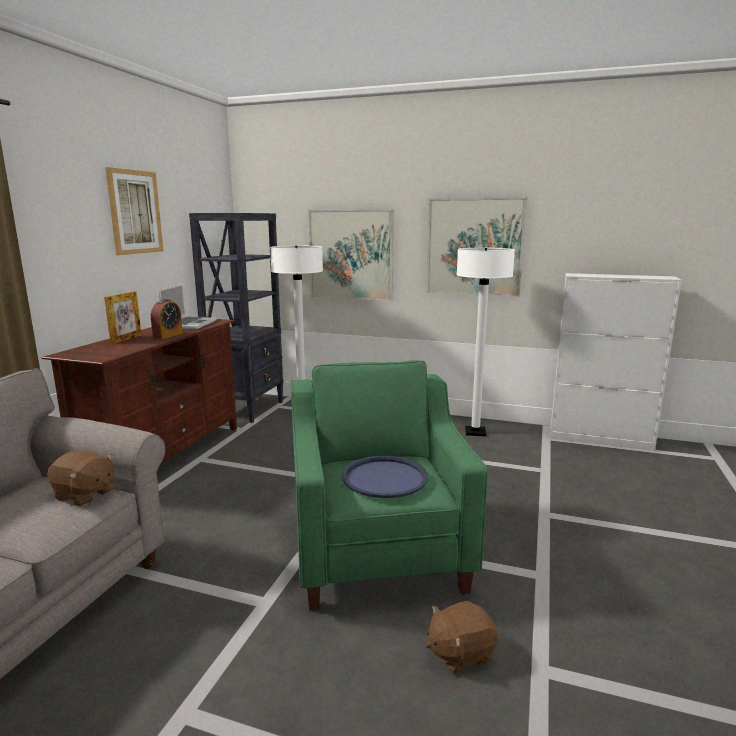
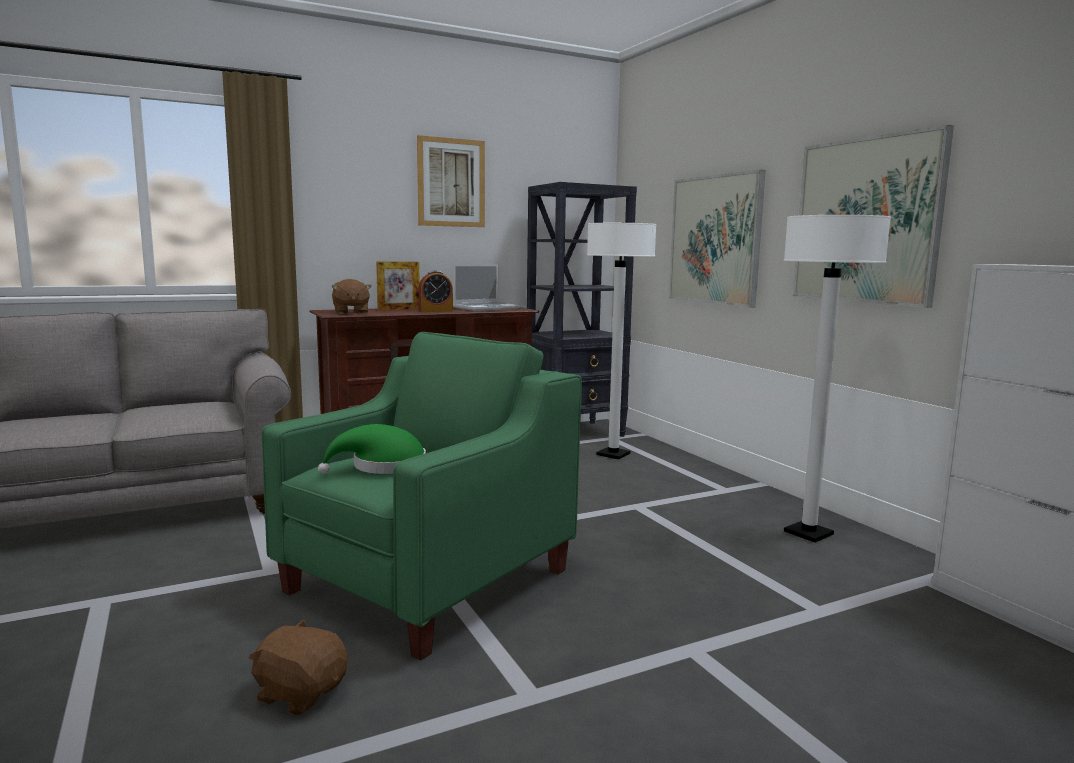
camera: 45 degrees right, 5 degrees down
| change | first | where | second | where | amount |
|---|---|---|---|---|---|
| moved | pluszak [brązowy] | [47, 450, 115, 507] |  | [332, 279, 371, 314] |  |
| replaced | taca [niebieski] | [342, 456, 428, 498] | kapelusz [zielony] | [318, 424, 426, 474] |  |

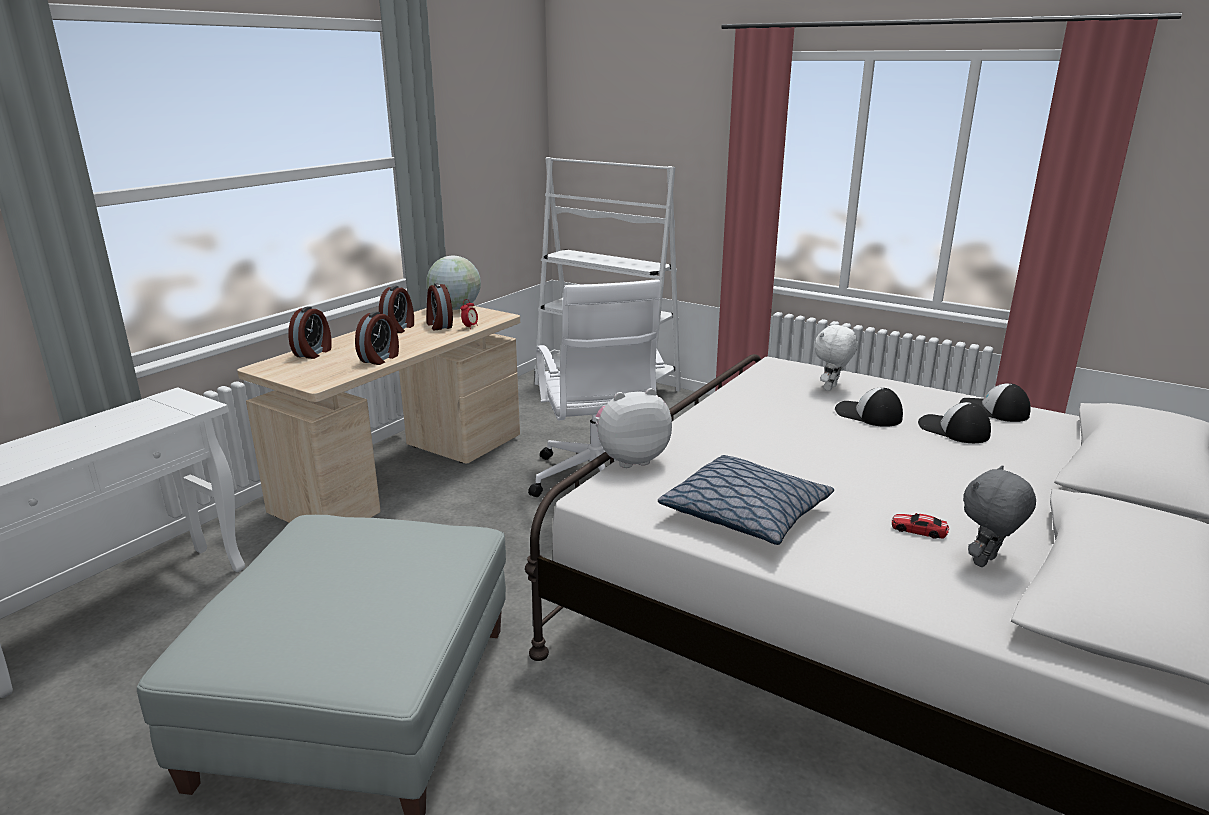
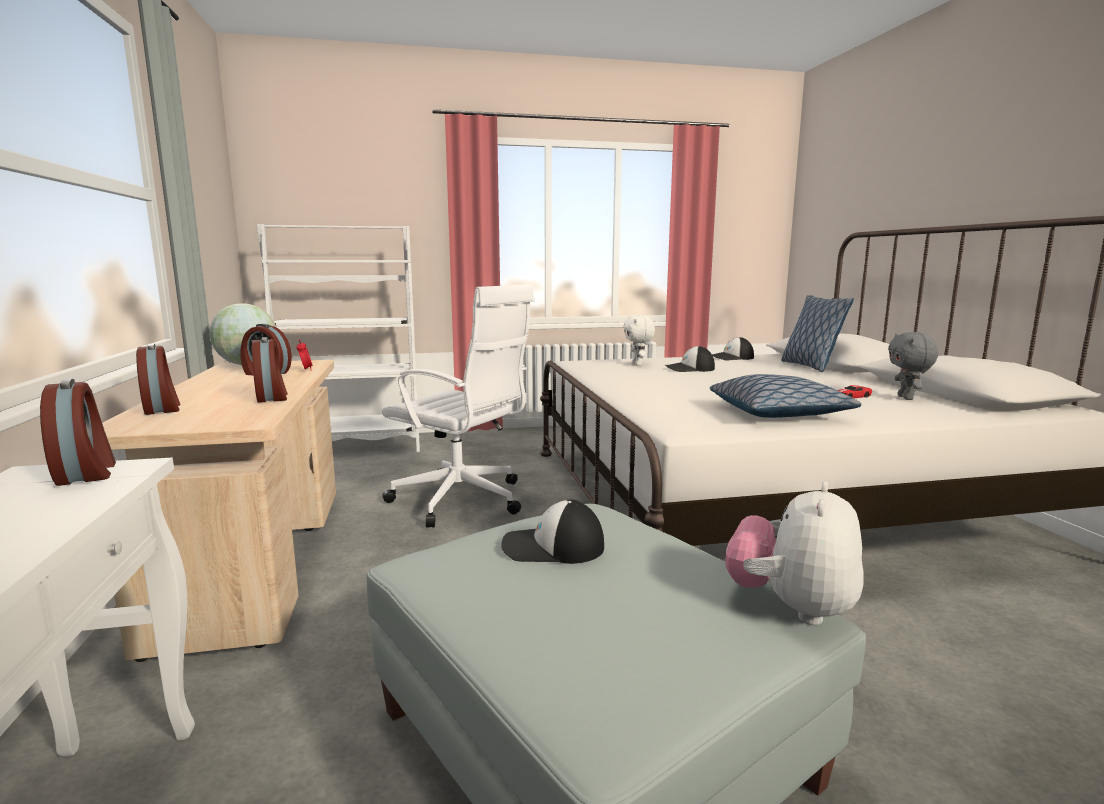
camera: 45 degrees left, 10 degrees down
| change | first | where | second | where | amount |
|---|---|---|---|---|---|
| moved | budzik | [379, 286, 414, 333] |  | [40, 379, 116, 486] |  |
| moved | pluszak | [595, 388, 672, 468] |  | [726, 482, 864, 625] |  |
| moved | czapka z daszkiem | [918, 402, 991, 443] |  | [501, 500, 604, 564] |  |
| added |  |  | poduszka | [781, 295, 854, 372] |  |

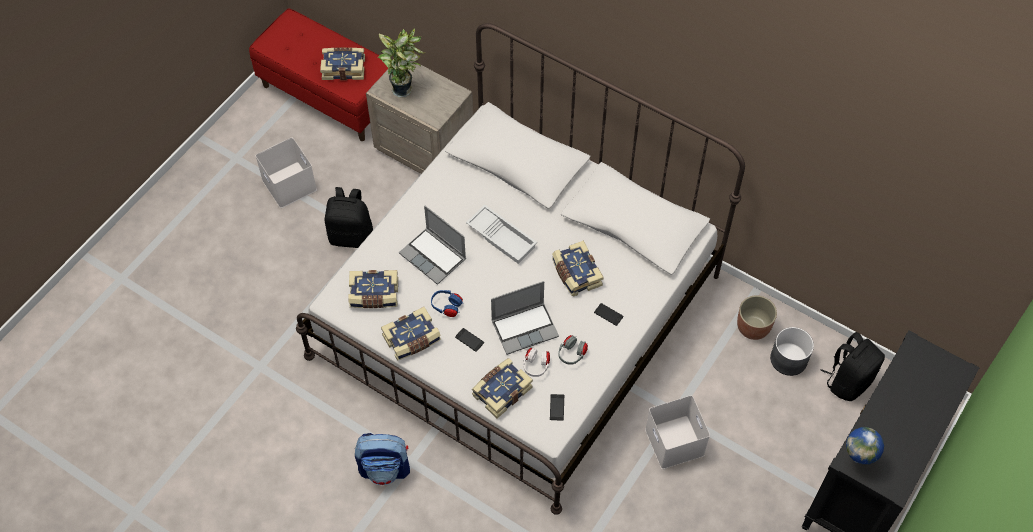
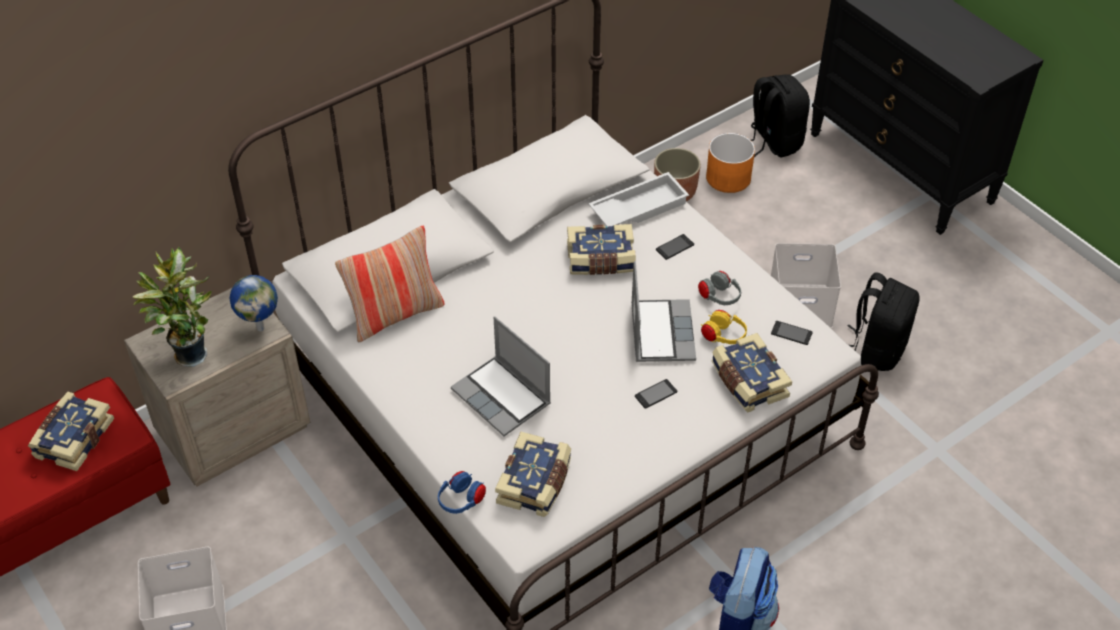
camera: 70 degrees left, 10 degrees down
| change | first | where | second | where | amount |
|---|---|---|---|---|---|
| moved | plecak [czarny] | [324, 187, 373, 248] |  | [847, 272, 920, 371] |  |
| removed | książka | [381, 307, 441, 361] |  |  |  |
| turned | laptop | [399, 205, 466, 285] |  | [451, 316, 551, 436] | 75 degrees clockwise |
| moved | słuchawki [niebieski] | [431, 290, 464, 317] |  | [438, 471, 486, 514] |  |
| moved | taca [biały] | [466, 205, 537, 264] |  | [588, 172, 689, 226] |  |
| recoloured | słuchawki [biały] | [523, 347, 550, 377] | słuchawki [żółty] | [701, 310, 747, 344] |  |
| recoloured | donica [szary] | [770, 327, 814, 376] | donica [pomarańczowy] | [706, 133, 755, 193] |  |
| moved | globus | [846, 427, 884, 464] |  | [230, 275, 278, 331] |  |
| added |  |  | poduszka | [335, 226, 445, 342] |  |

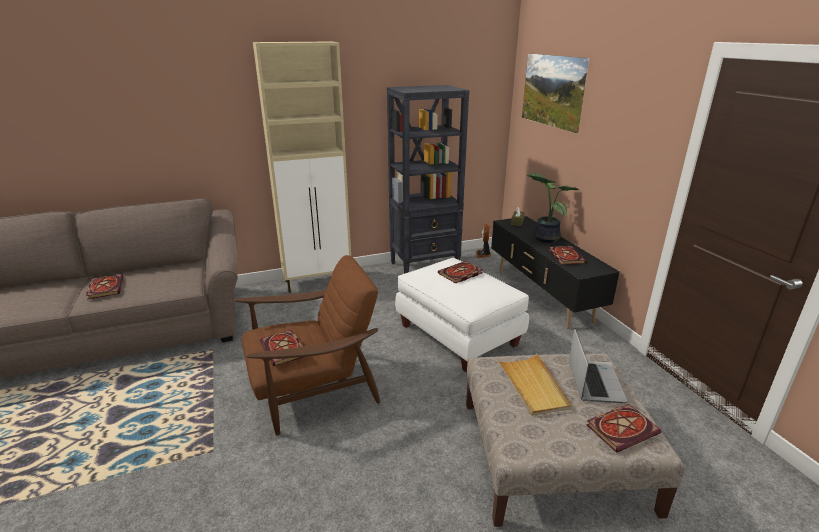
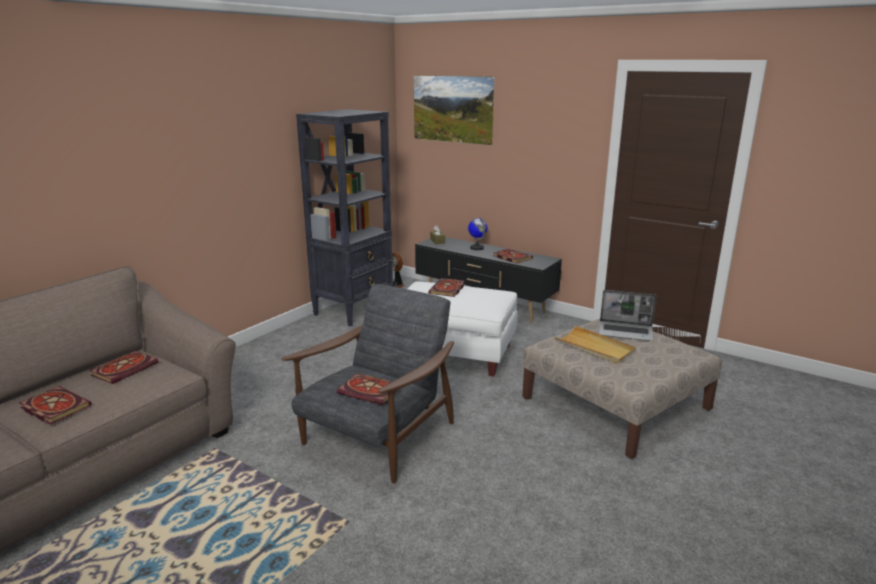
camera: 35 degrees left, 5 degrees down
| change | first | where | second | where | amount |
|---|---|---|---|---|---|
| recoloured | fotel [brązowy] | [234, 255, 380, 436] | fotel [szary] | [281, 284, 454, 483] |  |
| removed | szafka [beżowy] | [253, 42, 351, 293] |  |  |  |
| replaced | roślina doniczkowa | [526, 173, 579, 243] | globus | [468, 217, 488, 250] |  |
| turned | laptop | [569, 328, 628, 403] |  | [599, 290, 656, 341] | 135 degrees clockwise |
| moved | książka | [586, 404, 662, 453] |  | [89, 351, 159, 384] |  |

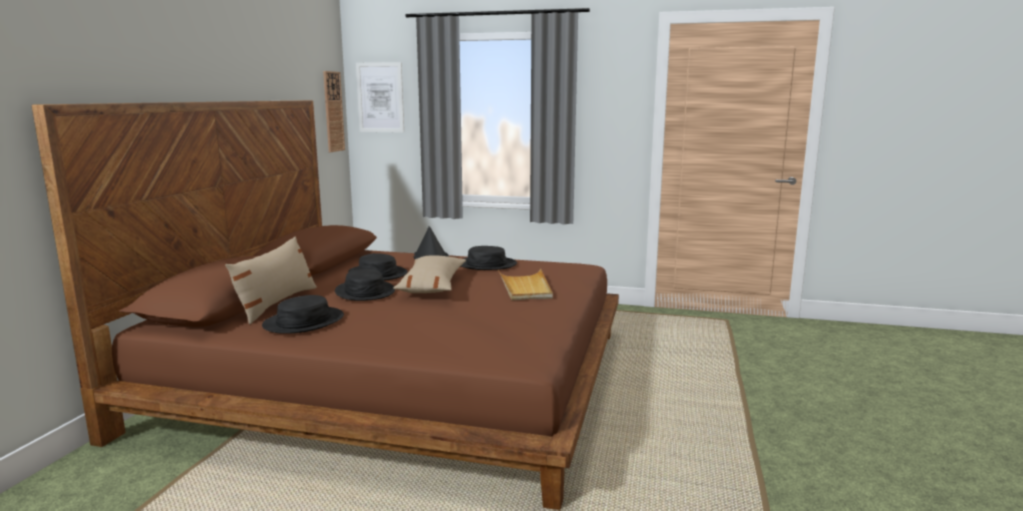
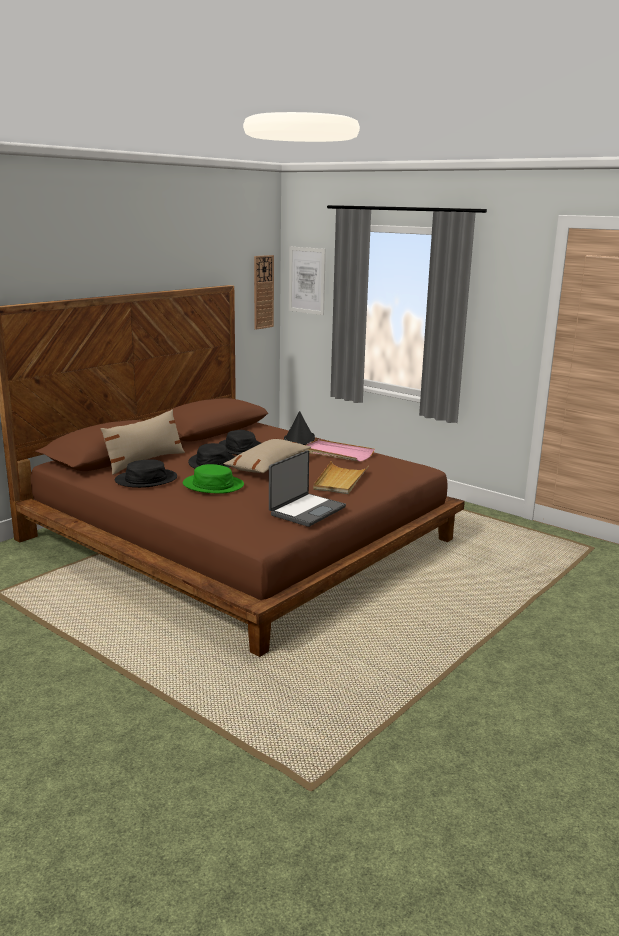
camera: 25 degrees right, 5 degrees up
| change | first | where | second | where | amount |
|---|---|---|---|---|---|
| replaced | kapelusz [czarny] | [461, 246, 517, 270] | taca [różowy] | [303, 439, 375, 462] |  |
| added |  |  | kapelusz [zielony] | [183, 464, 244, 494] |  |
| added |  |  | laptop | [269, 450, 346, 527] |  |

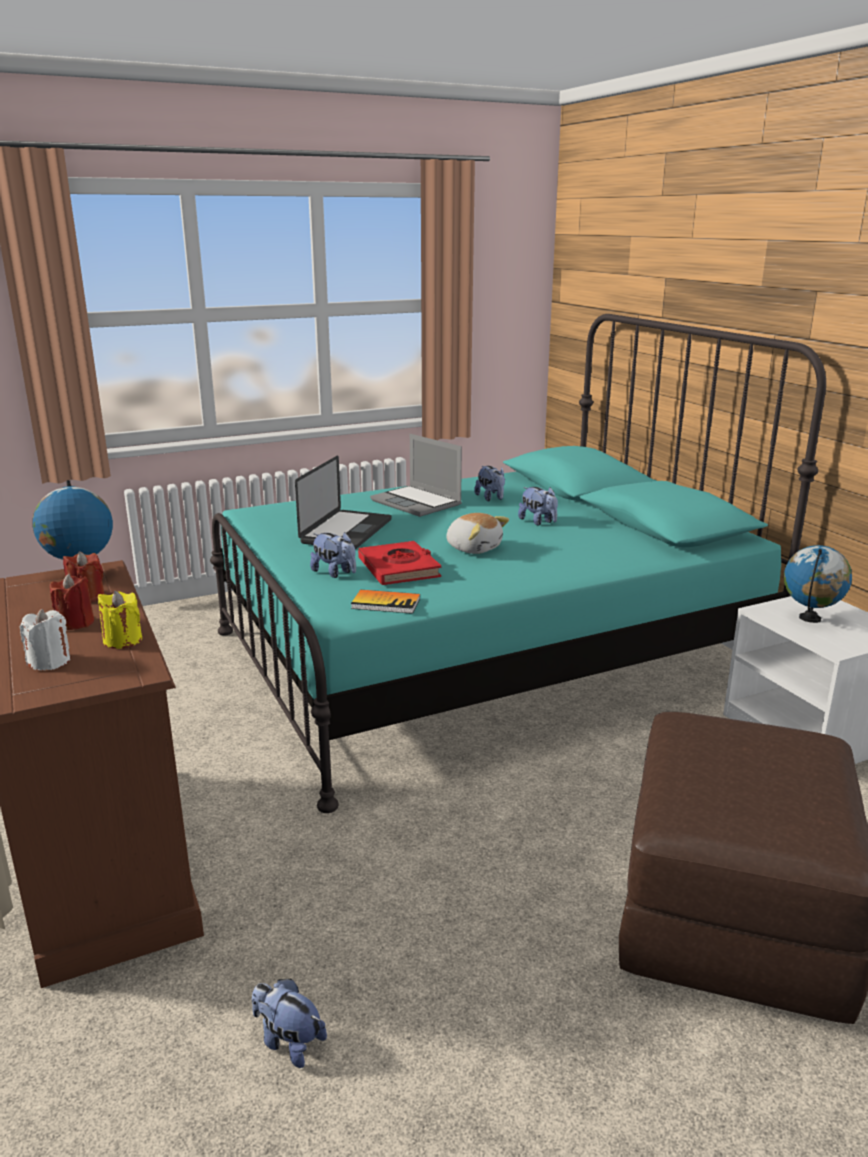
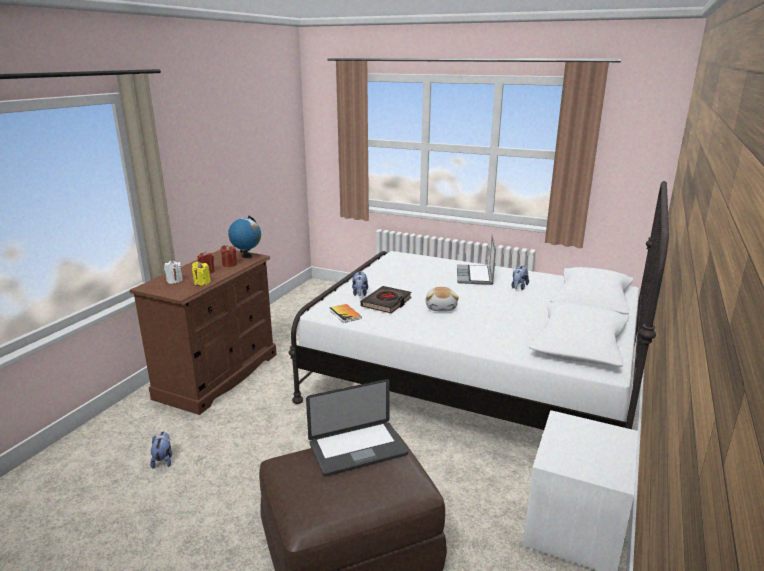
camera: 50 degrees right, 0 degrees up
| change | first | where | second | where | amount |
|---|---|---|---|---|---|
| recoloured | łóżko [turkusowy] | [210, 314, 826, 813] | łóżko [biały] | [289, 181, 669, 430] |  |
| moved | laptop | [295, 456, 392, 549] |  | [306, 379, 408, 476] |  |
| recoloured | książka [czerwony] | [358, 541, 441, 585] | książka [czarny] | [360, 286, 412, 313] |  |
| removed | pluszak | [518, 487, 558, 526] |  |  |  |
| removed | globus | [784, 545, 852, 623] |  |  |  |

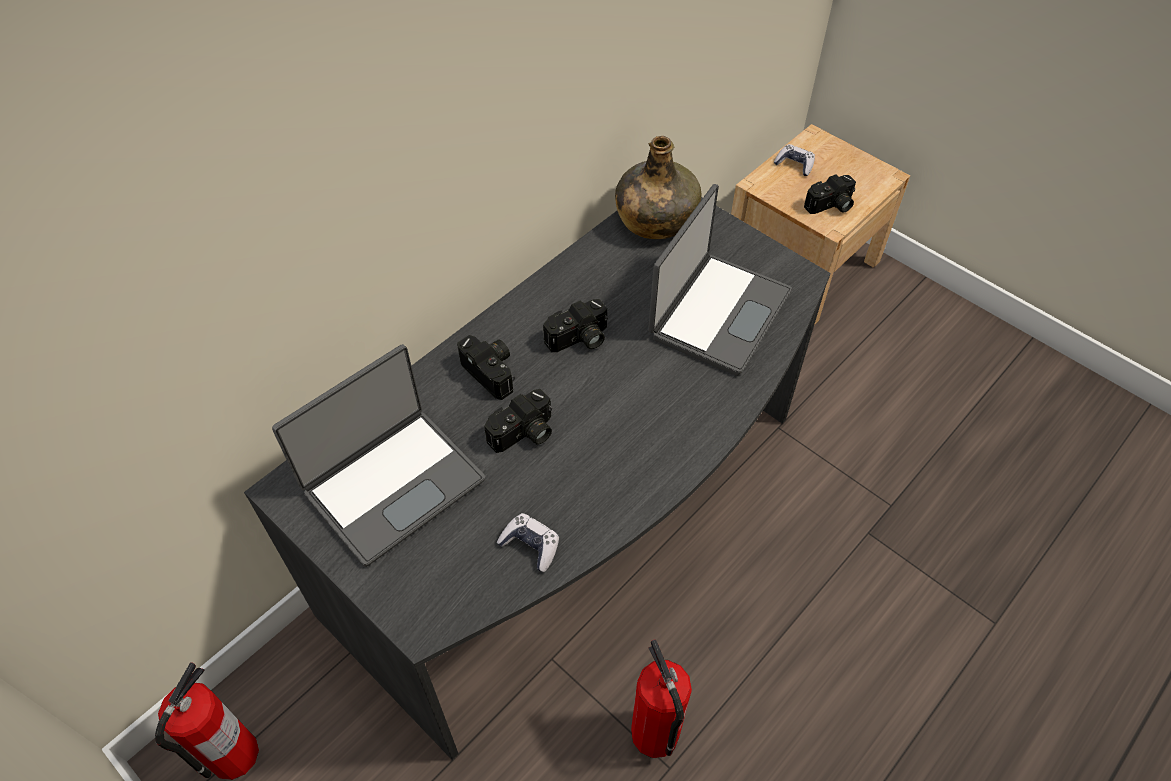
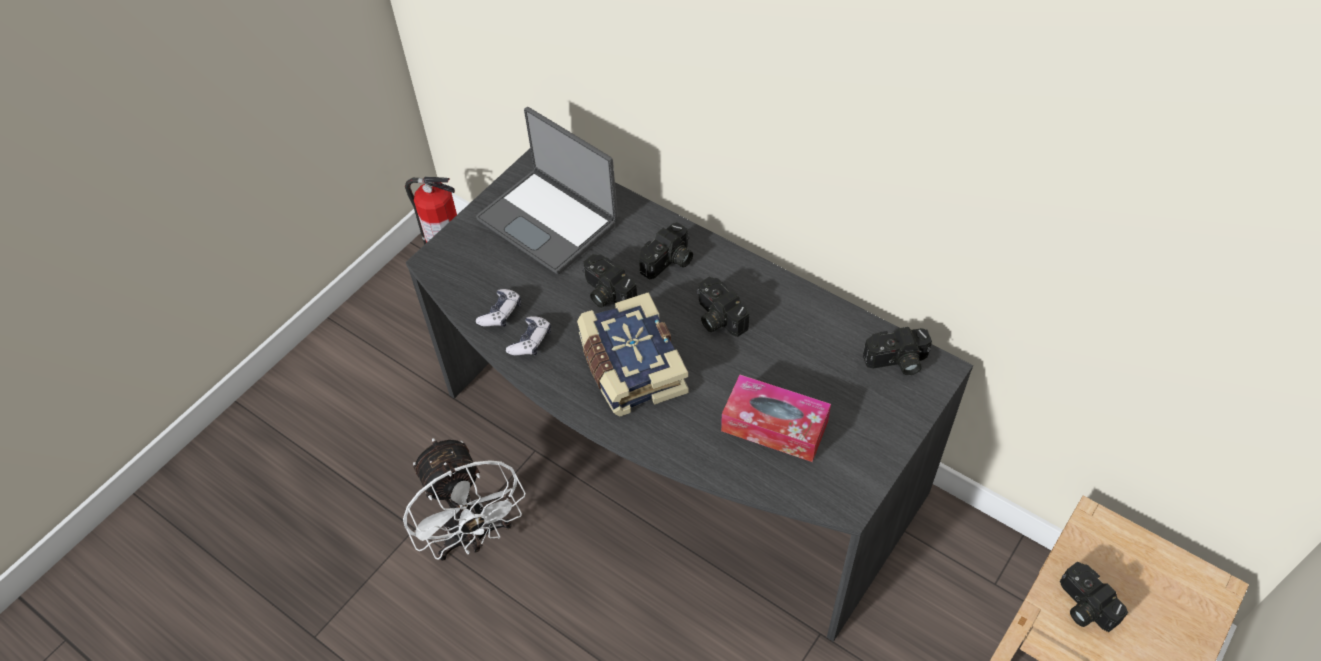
camera: 85 degrees right, 0 degrees up
| change | first | where | second | where | amount |
|---|---|---|---|---|---|
| replaced | butelka [zielony] | [615, 136, 701, 239] | aparat fotograficzny | [863, 327, 932, 376] |  |
| replaced | gaśnica | [631, 639, 692, 758] | wentylator [biały] | [403, 438, 526, 561] |  |
| replaced | laptop | [648, 184, 792, 376] | pudełko chusteczek | [721, 375, 831, 462] |  |
| moved | pad do gier | [774, 144, 815, 176] |  | [506, 316, 551, 355] |  |
| added |  |  | książka | [577, 292, 689, 417] |  |

